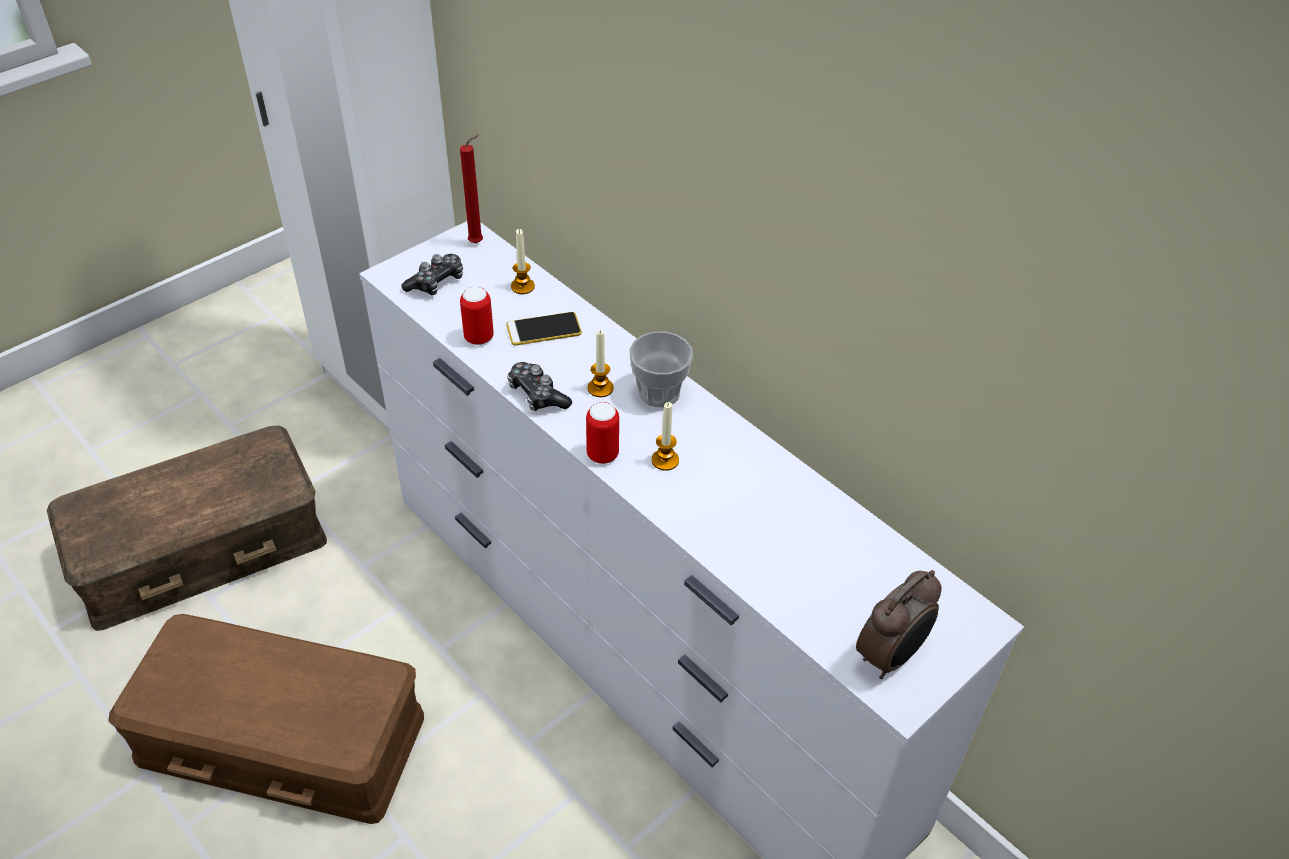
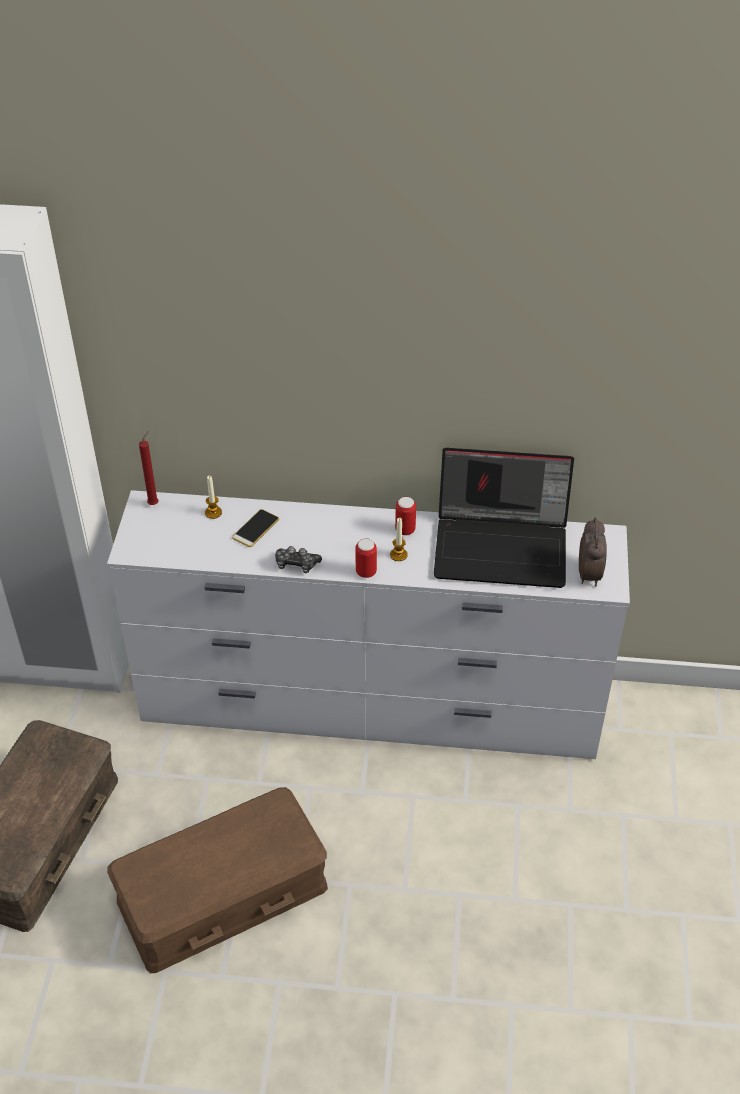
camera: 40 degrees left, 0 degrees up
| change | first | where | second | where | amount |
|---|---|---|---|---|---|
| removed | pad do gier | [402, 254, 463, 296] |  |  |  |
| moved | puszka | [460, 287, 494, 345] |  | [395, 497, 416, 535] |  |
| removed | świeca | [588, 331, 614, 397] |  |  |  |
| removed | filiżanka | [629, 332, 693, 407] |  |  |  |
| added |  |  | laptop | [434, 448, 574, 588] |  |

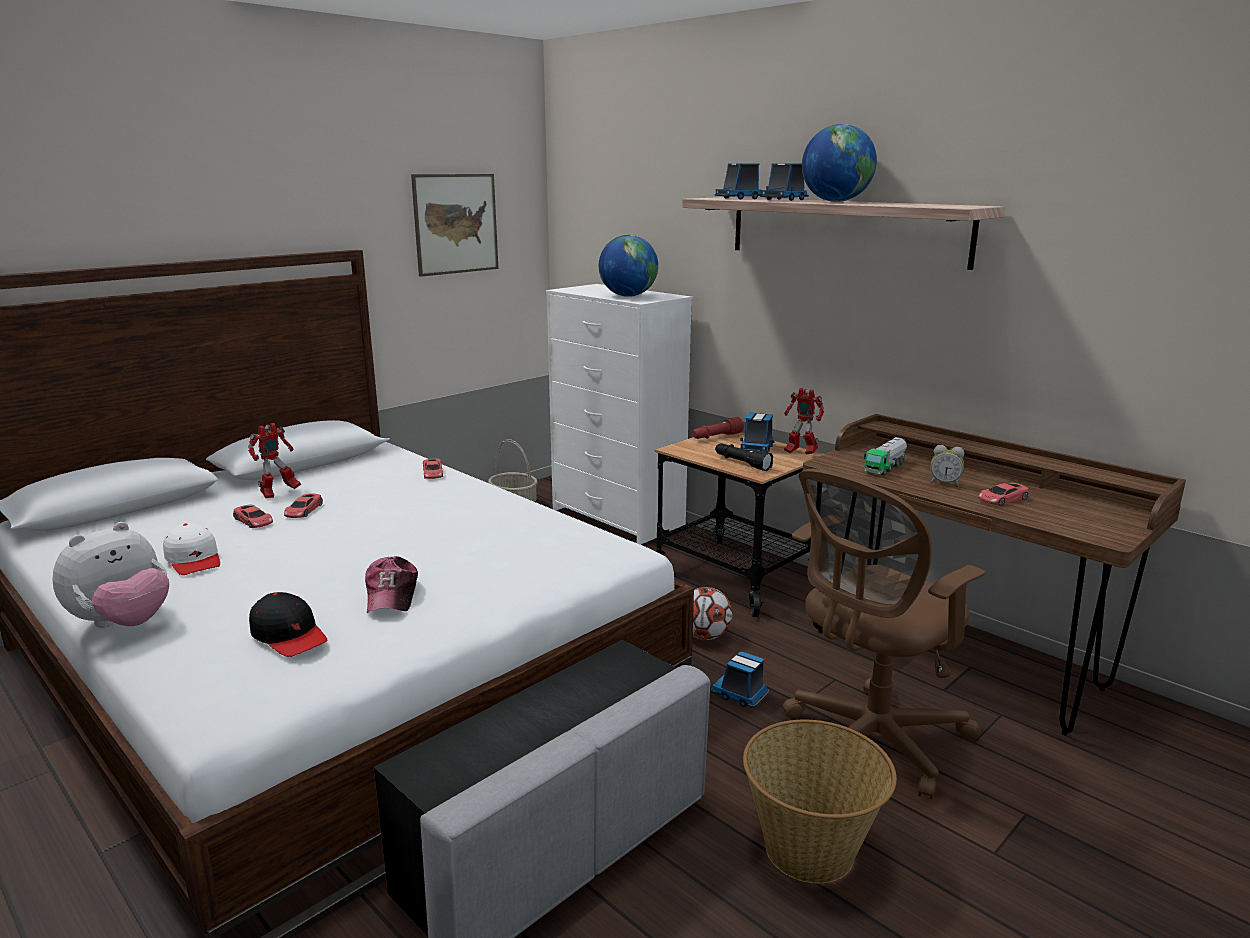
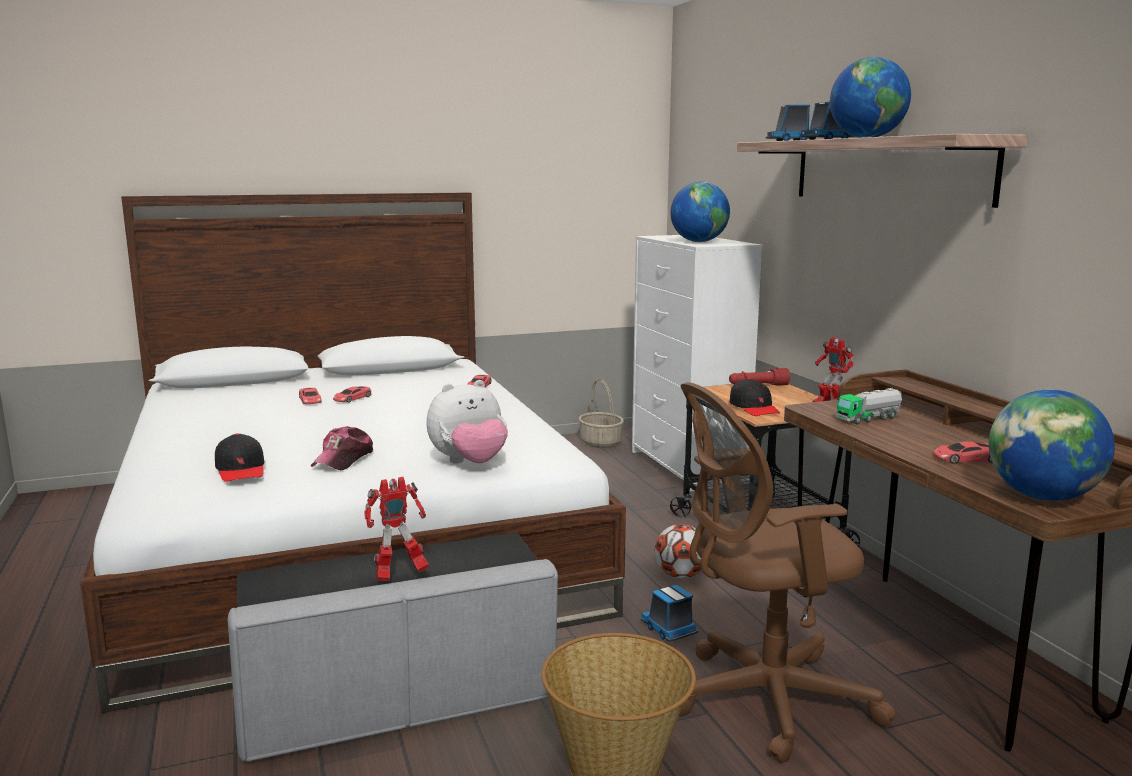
camera: 25 degrees right, 5 degrees down
| change | first | where | second | where | amount |
|---|---|---|---|---|---|
| moved | pluszak | [52, 522, 169, 628] |  | [426, 380, 508, 464] |  |
| removed | czapka z daszkiem [biały] | [163, 523, 220, 575] |  |  |  |
| moved | robot zabawkowy | [248, 423, 301, 498] |  | [364, 477, 429, 581] |  |
| removed | obraz | [411, 174, 499, 277] |  |  |  |
| replaced | latarka [czarny] | [715, 443, 773, 471] | czapka z daszkiem [czarny] | [730, 378, 780, 416] |  |
| removed | ciężarówka zabawkowa | [740, 413, 774, 452] |  |  |  |
| removed | budzik | [930, 445, 964, 487] |  |  |  |
| added |  |  | globus | [989, 389, 1115, 501] |  |

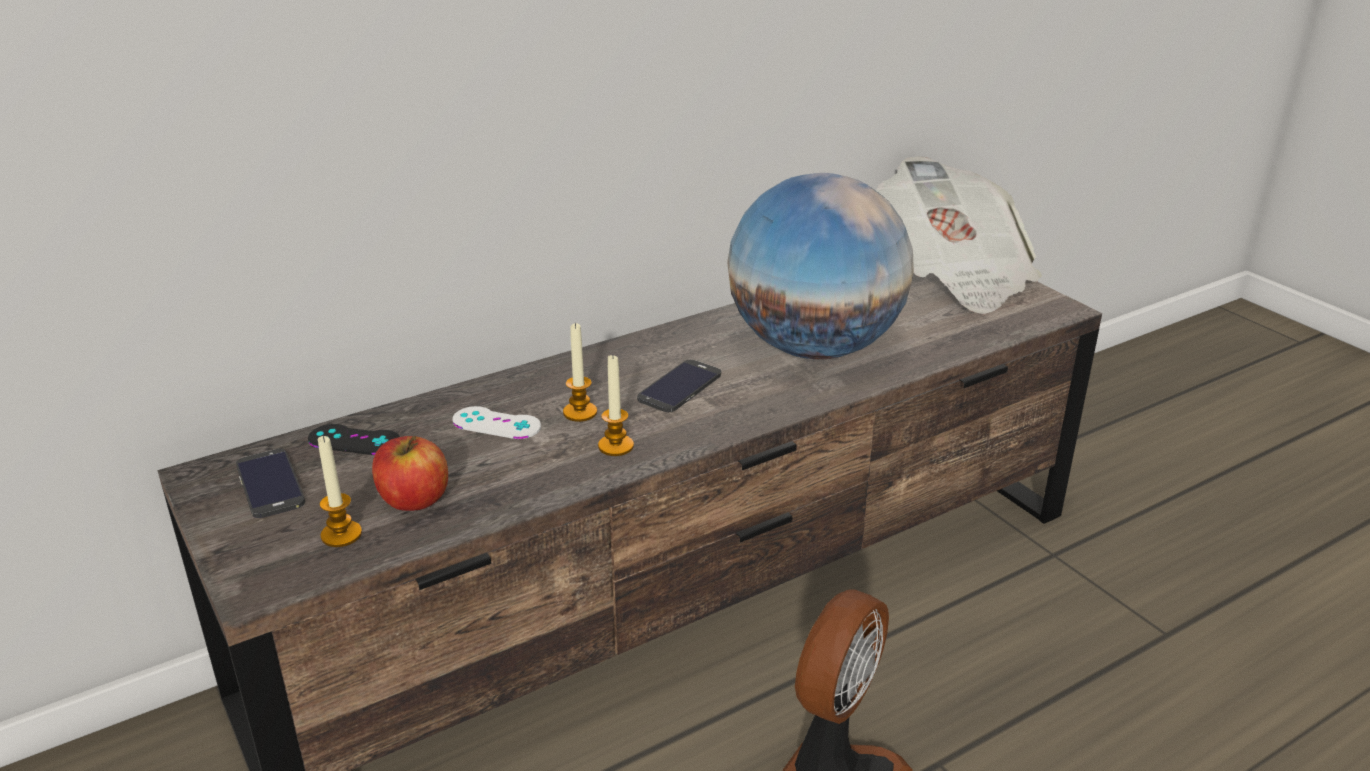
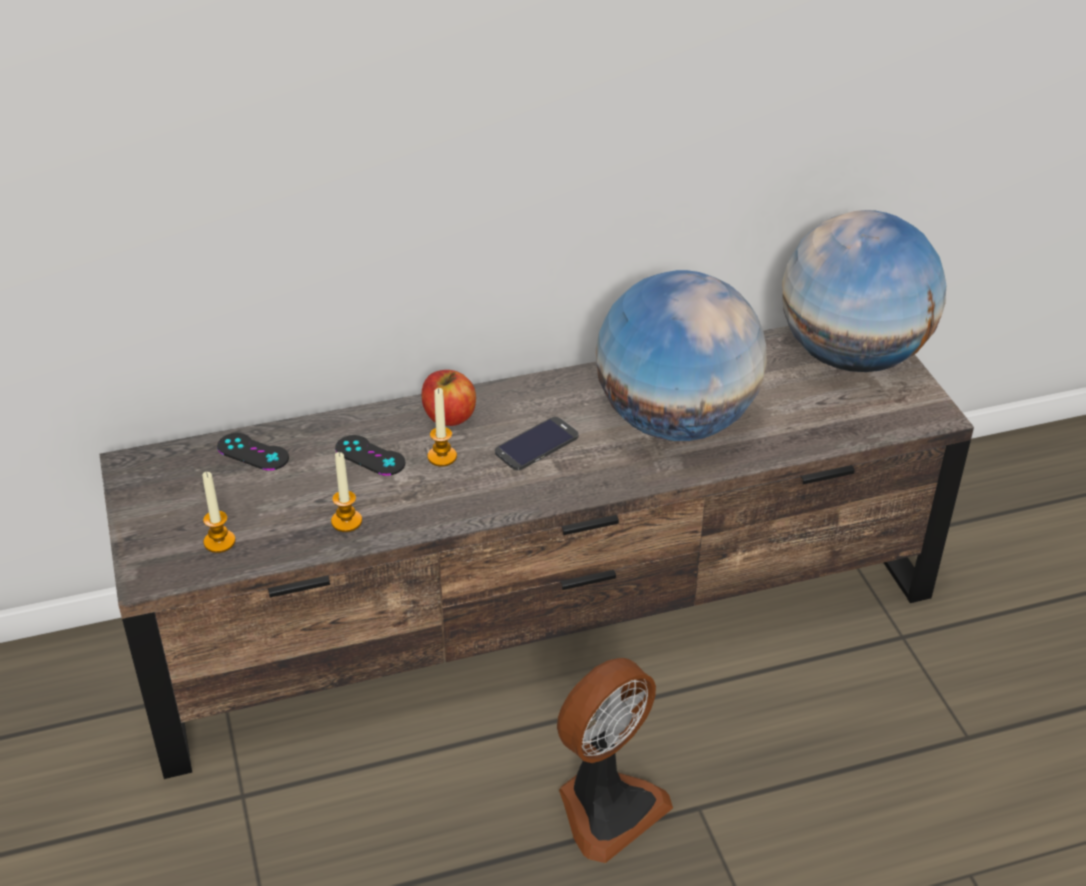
camera: 15 degrees right, 10 degrees up
| change | first | where | second | where | amount |
|---|---|---|---|---|---|
| removed | telefon | [236, 449, 305, 518] |  |  |  |
| moved | jabłko | [372, 436, 448, 511] |  | [422, 370, 476, 426] |  |
| recoloured | pad do gier [biały] | [452, 406, 541, 439] | pad do gier [czarny] | [335, 435, 405, 476] |  |
| moved | świeca | [598, 353, 634, 456] |  | [331, 452, 362, 532] |  |
| replaced | gazeta | [876, 156, 1042, 314] | globus | [782, 210, 946, 372] |  |

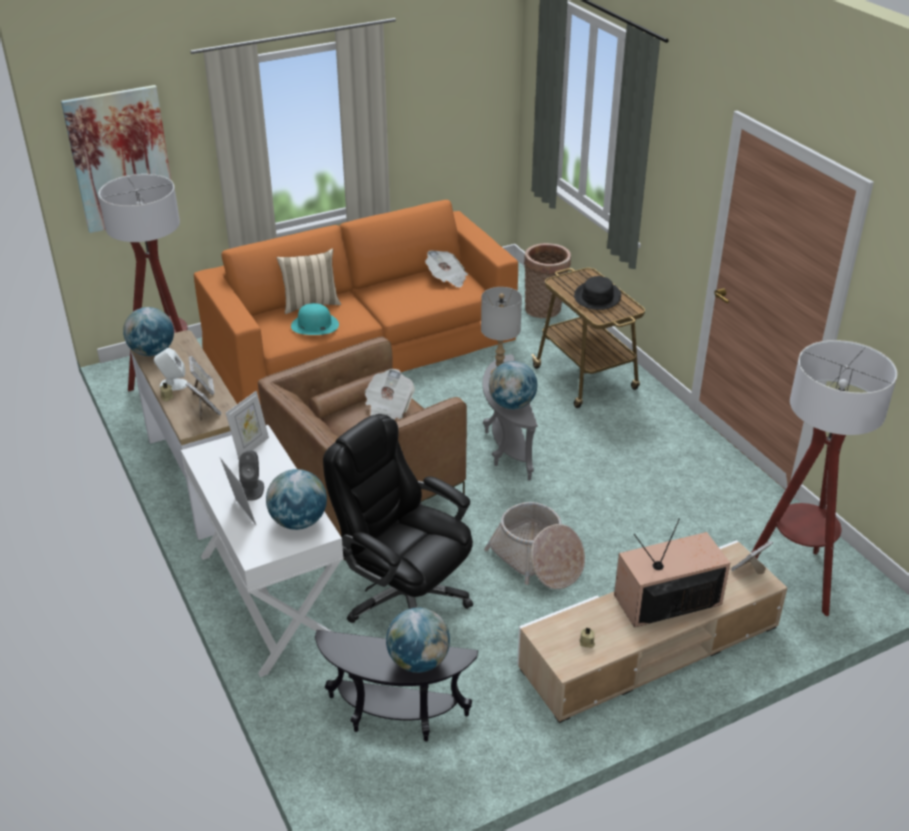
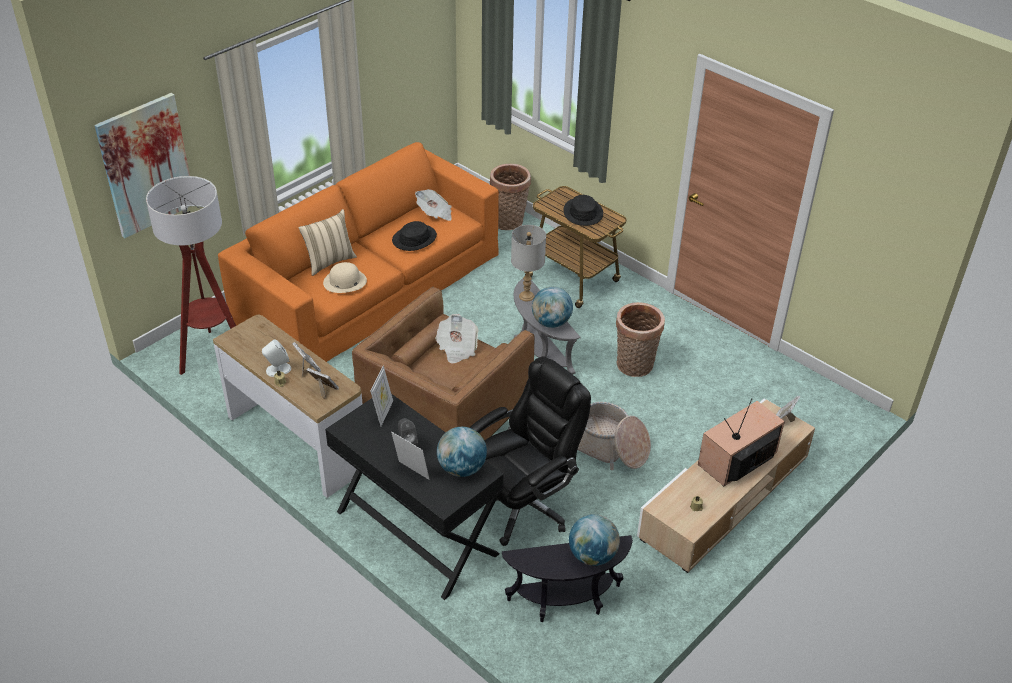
camera: 20 degrees left, 5 degrees up
| change | first | where | second | where | amount |
|---|---|---|---|---|---|
| removed | globus | [123, 307, 174, 356] |  |  |  |
| recoloured | biurko [biały] | [181, 425, 344, 677] | biurko [czarny] | [325, 394, 504, 600] |  |
| recoloured | kapelusz [turkusowy] | [291, 303, 339, 335] | kapelusz [beżowy] | [323, 262, 367, 293] |  |
| turned | krzesło biurowe [czarny] | [323, 414, 473, 623] |  | [470, 356, 591, 546] | 120 degrees clockwise |
| removed | lampa stojąca | [751, 340, 897, 616] |  |  |  |
| added |  |  | kapelusz [czarny] | [392, 221, 437, 251] |  |
| added |  |  | koszyk | [616, 302, 665, 377] |  |

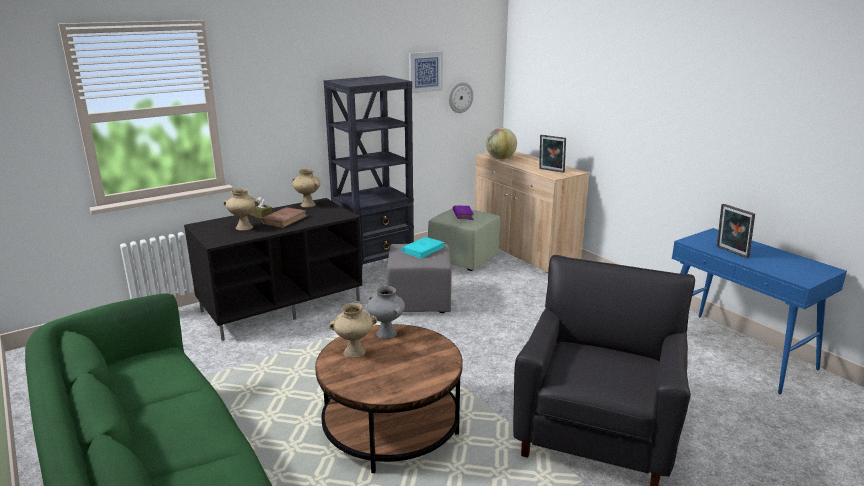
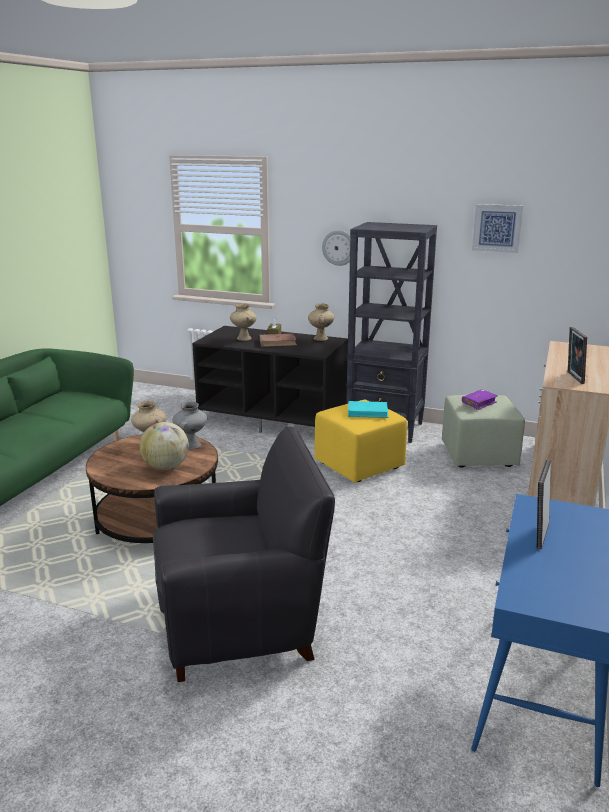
camera: 55 degrees right, 0 degrees up
| change | first | where | second | where | amount |
|---|---|---|---|---|---|
| recoloured | pufa [szary] | [387, 244, 452, 313] | pufa [żółty] | [314, 400, 407, 483] |  |
| moved | zegar ścienny | [449, 82, 474, 113] |  | [322, 230, 350, 266] |  |
| moved | globus | [486, 128, 517, 159] |  | [140, 422, 189, 470] |  |

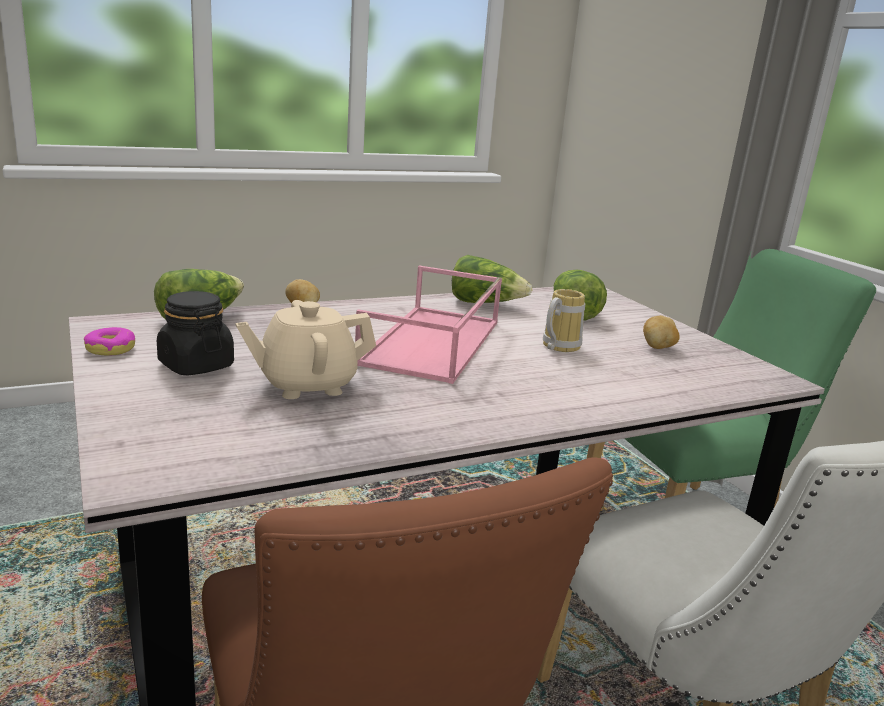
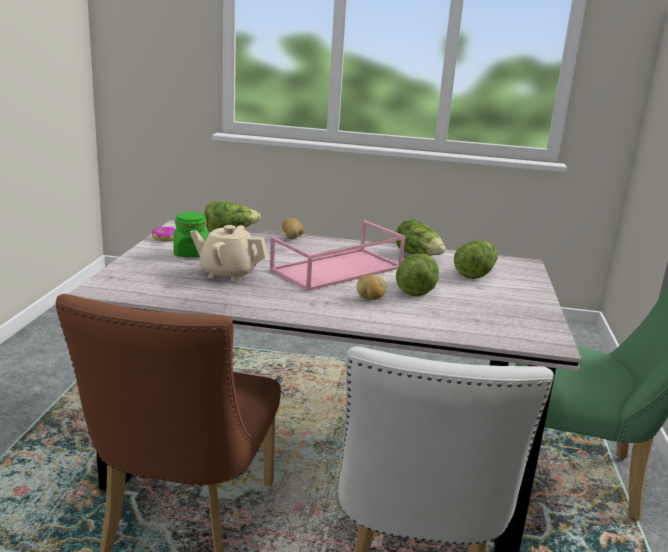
camera: 35 degrees right, 0 degrees up
| change | first | where | second | where | amount |
|---|---|---|---|---|---|
| recoloured | słoik [czarny] | [157, 291, 234, 376] | słoik [zielony] | [173, 212, 208, 257] |  |
| replaced | kubek | [543, 289, 585, 352] | sałata | [396, 254, 439, 296] |  |
| moved | ziemniak | [643, 315, 680, 349] |  | [356, 274, 386, 300] |  |

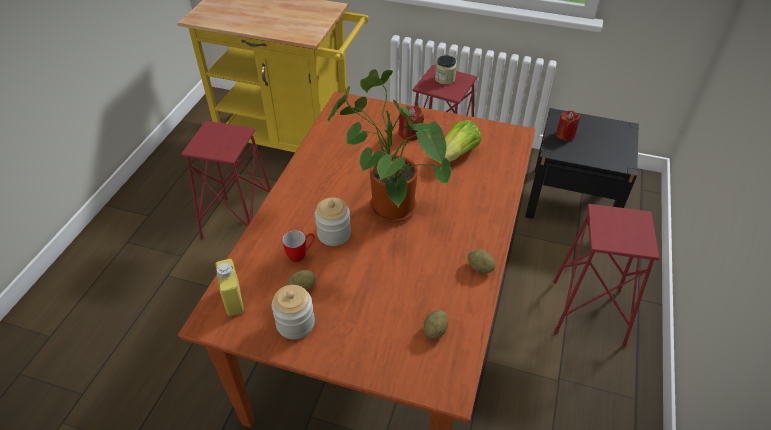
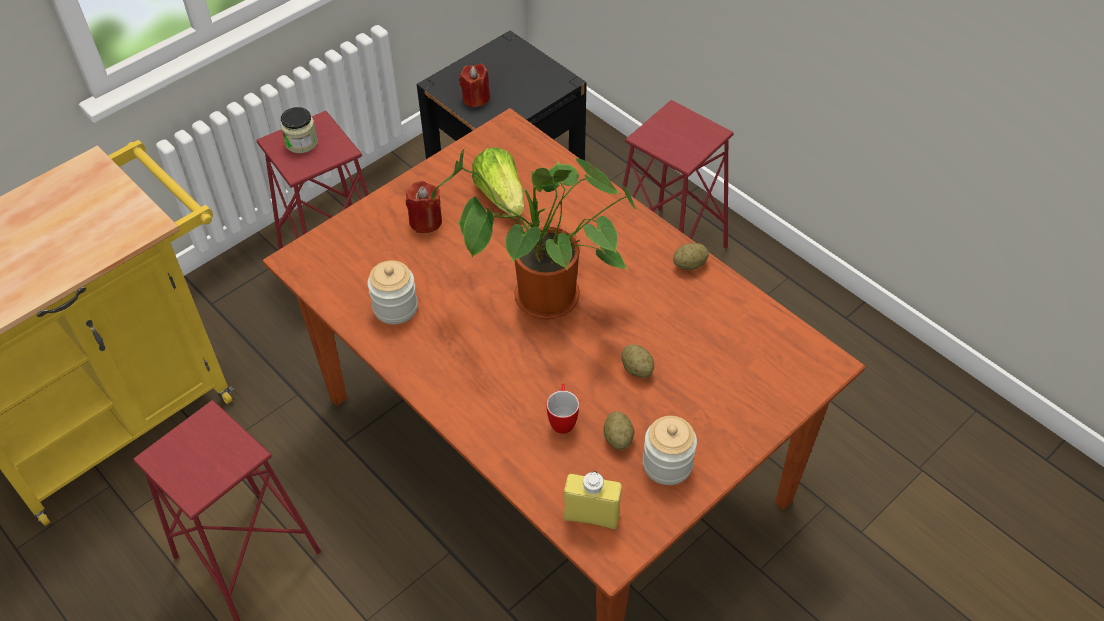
camera: 60 degrees left, 5 degrees up
| change | first | where | second | where | amount |
|---|---|---|---|---|---|
| moved | słoik | [315, 198, 351, 246] |  | [367, 260, 418, 324] |  |
| moved | ziemniak | [423, 310, 448, 339] |  | [622, 344, 654, 378] |  |

